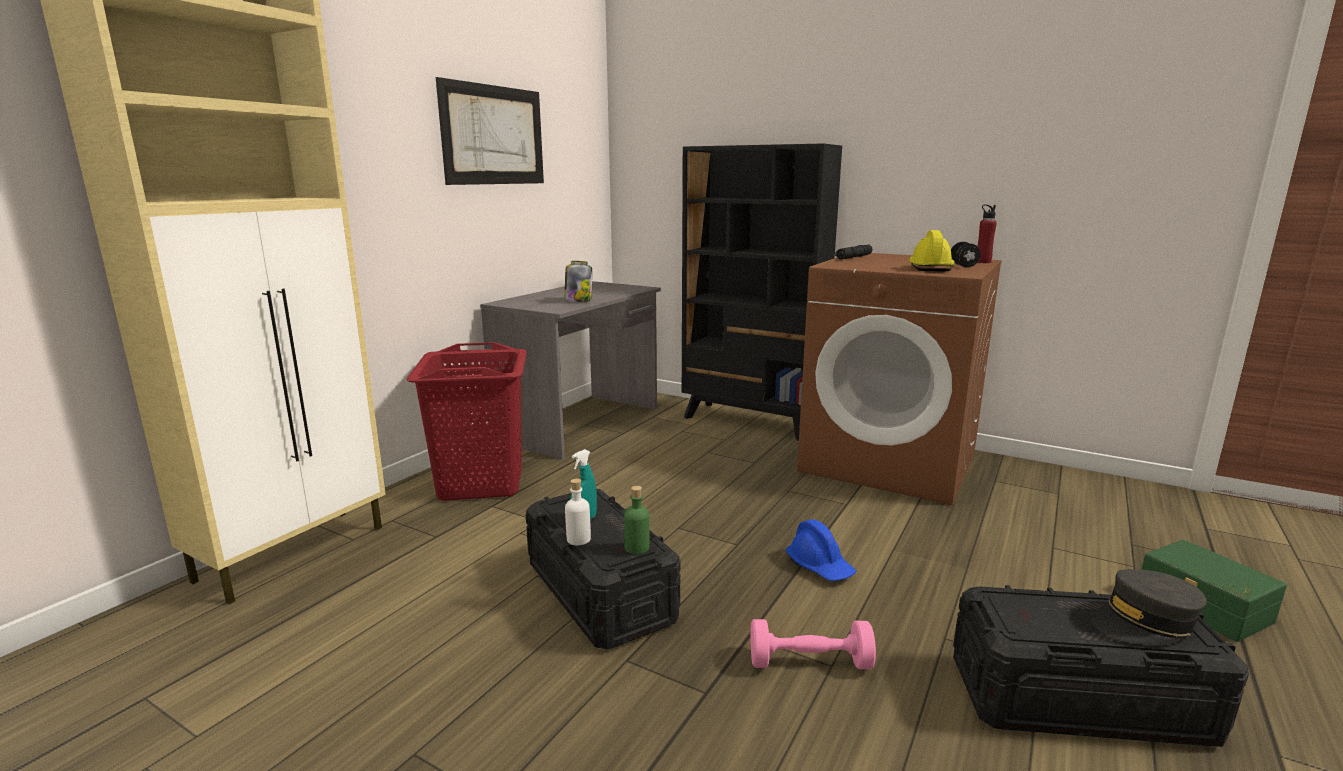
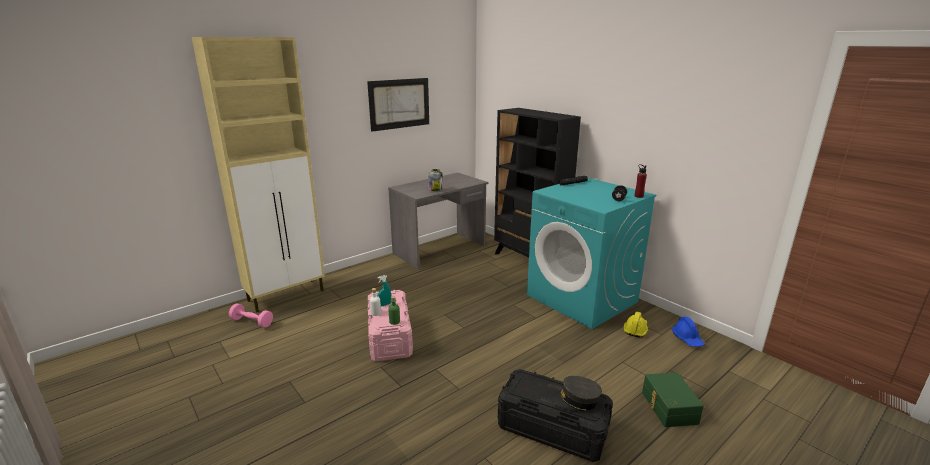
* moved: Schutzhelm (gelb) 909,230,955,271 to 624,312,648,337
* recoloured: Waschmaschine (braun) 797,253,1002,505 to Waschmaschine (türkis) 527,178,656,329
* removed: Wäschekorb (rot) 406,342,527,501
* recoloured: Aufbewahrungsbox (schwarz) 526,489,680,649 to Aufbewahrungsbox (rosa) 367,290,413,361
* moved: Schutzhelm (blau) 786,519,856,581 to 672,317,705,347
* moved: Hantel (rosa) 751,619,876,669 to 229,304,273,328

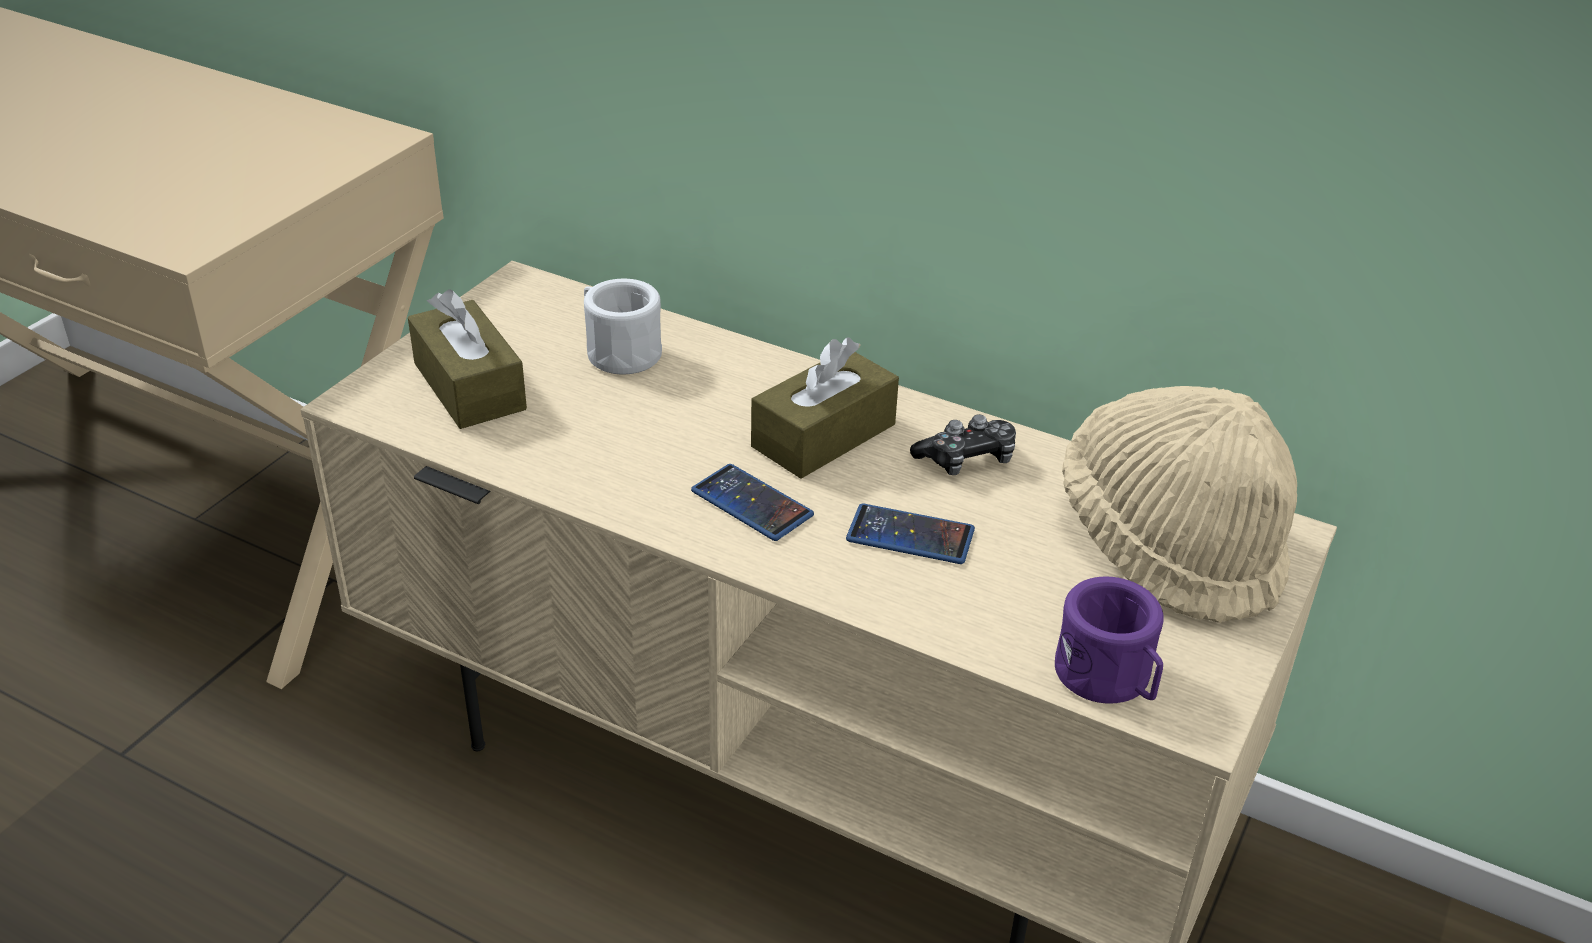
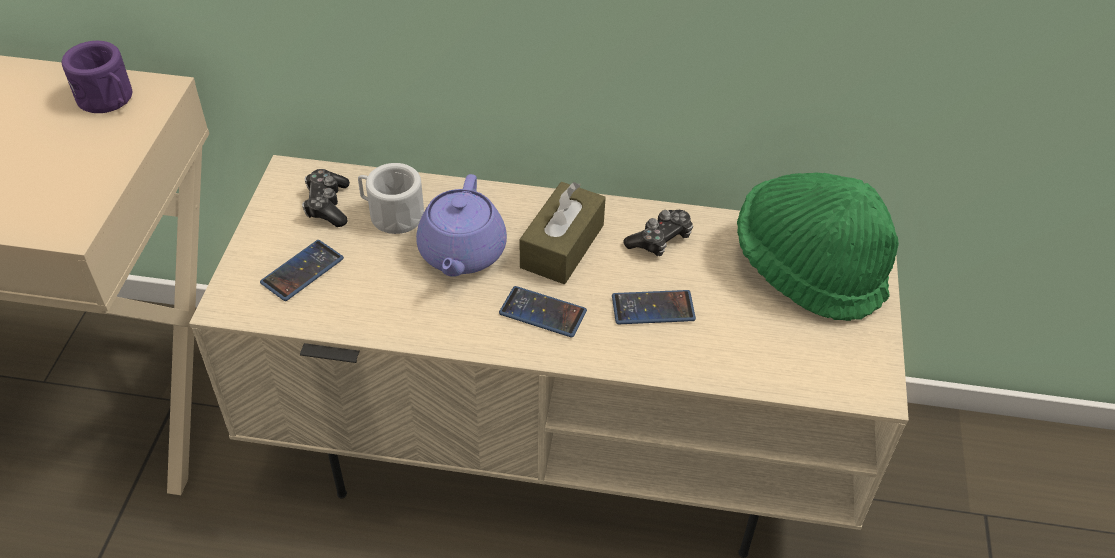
* replaced: Taschentuchbox (braun) 408,289,527,429 to Handy 260,240,344,301
* recoloured: Hut (beige) 1062,386,1297,623 to Hut (grün) 737,172,899,321
* moved: Henkelbecher (lila) 1055,577,1164,704 to 62,41,132,113
* added: Gamepad 302,169,350,227
* added: Teekanne (lila) 416,174,507,277

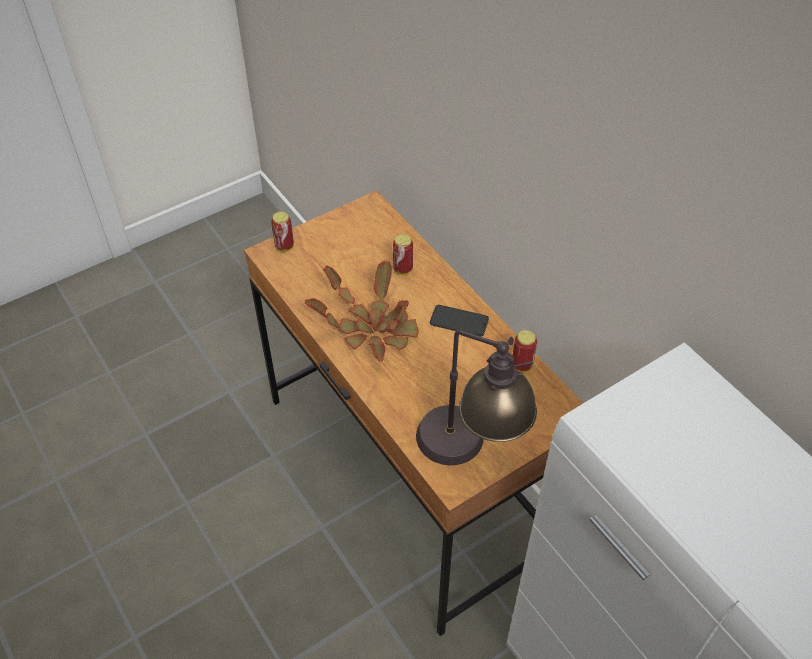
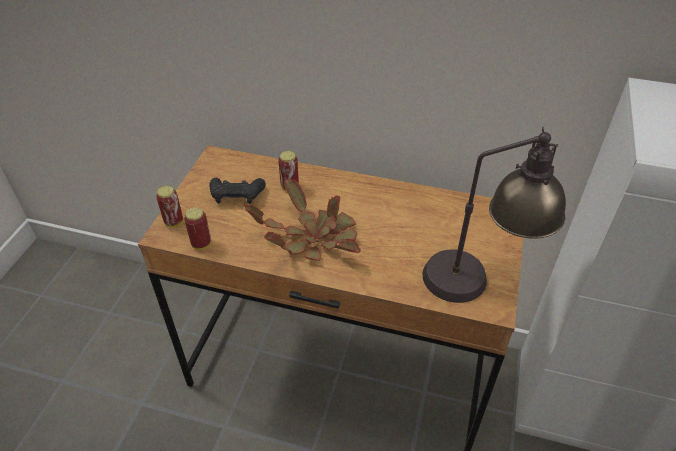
* removed: Handy 430,305,489,337
* moved: Dose 512,330,537,372 to 184,207,211,250
* added: Gamepad (schwarz) 209,177,266,204

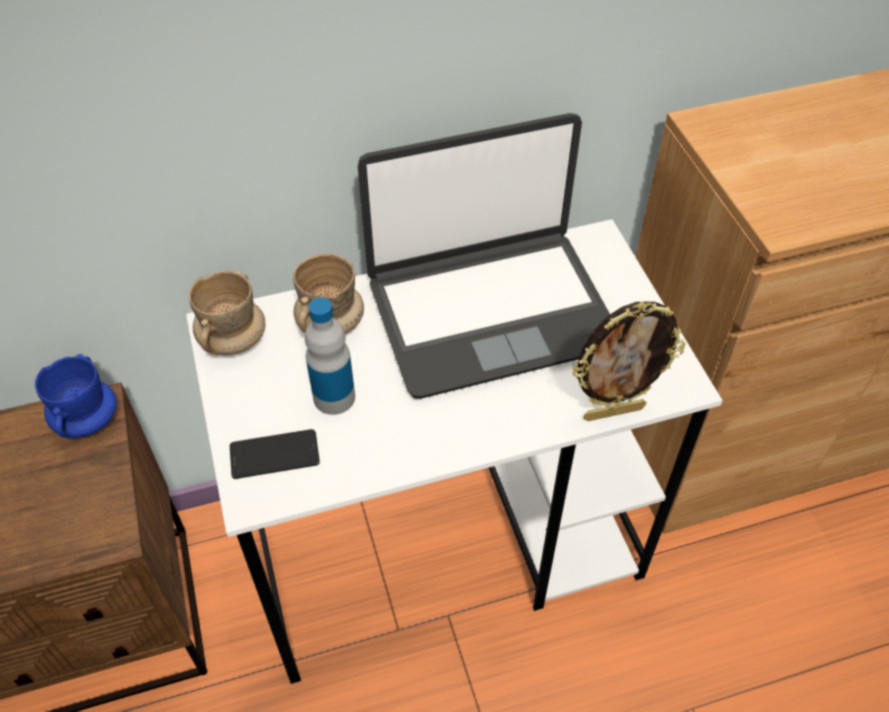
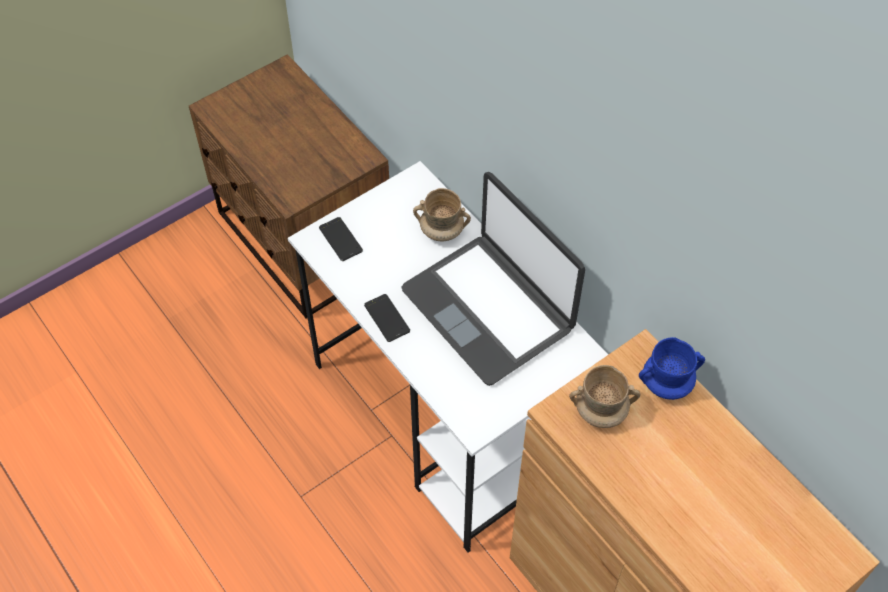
* moved: Henkelbecher (beige) 189,270,265,355 to 569,365,640,428
* removed: Flasche 305,297,355,415
* removed: Bilderrahmen 572,301,686,421
* moved: Henkelbecher (blau) 35,354,117,439 to 639,337,705,400
* added: Handy 364,294,410,342

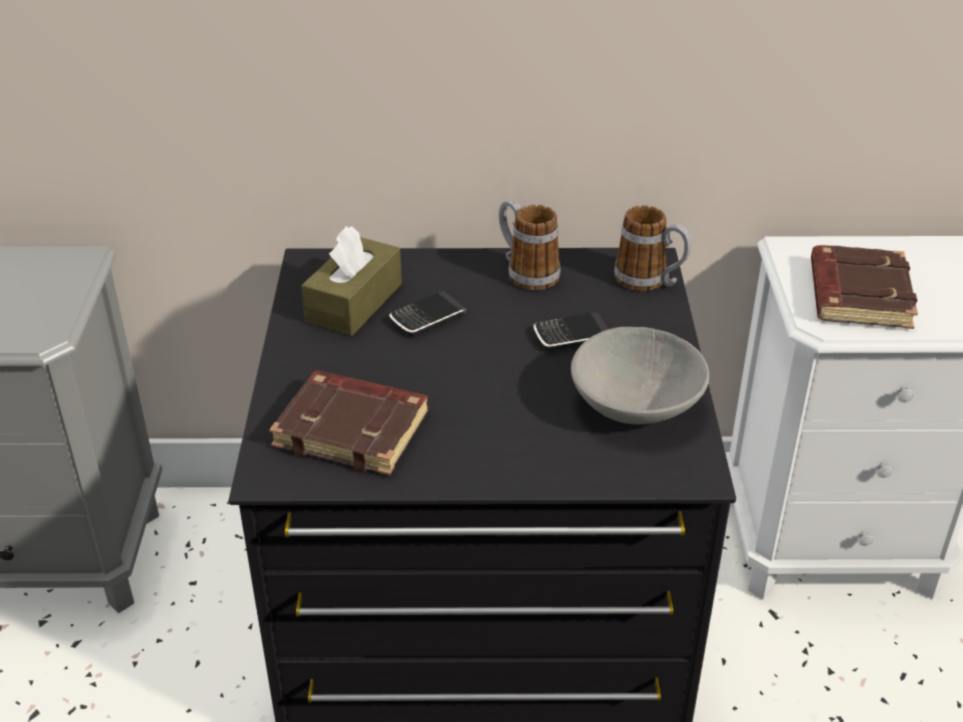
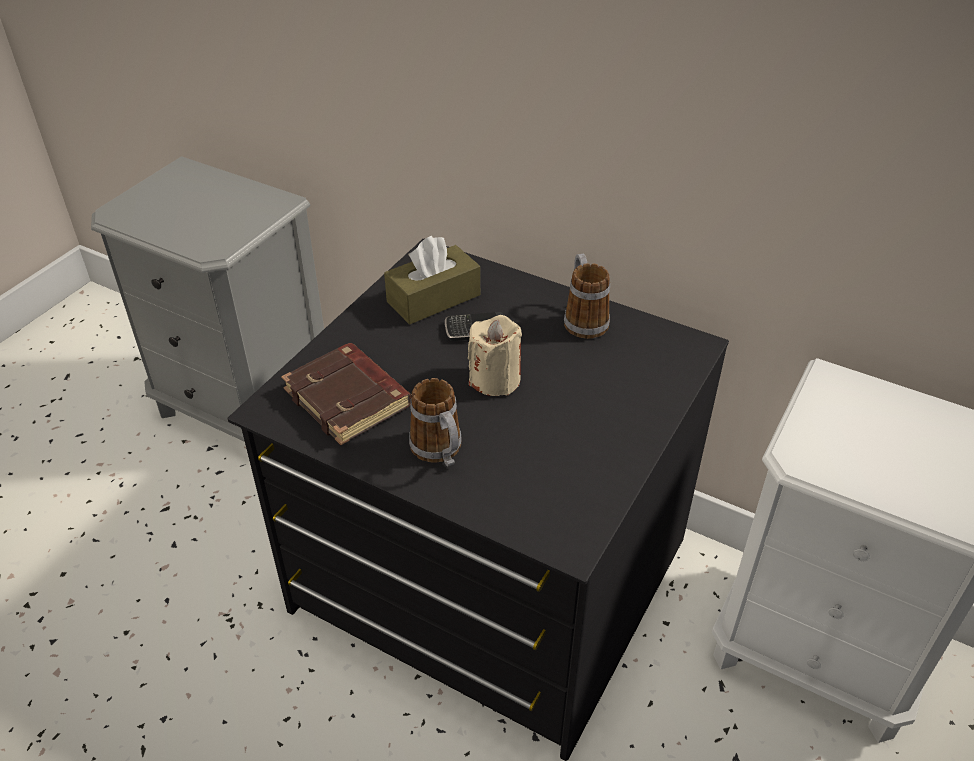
* moved: Henkelbecher 614,205,691,291 to 409,378,462,467
* removed: Buch (braun) 811,245,918,329
* removed: Handy 534,312,608,351
* removed: Schüssel (grau) 571,327,709,424
* added: Kerze (beige) 468,315,522,396

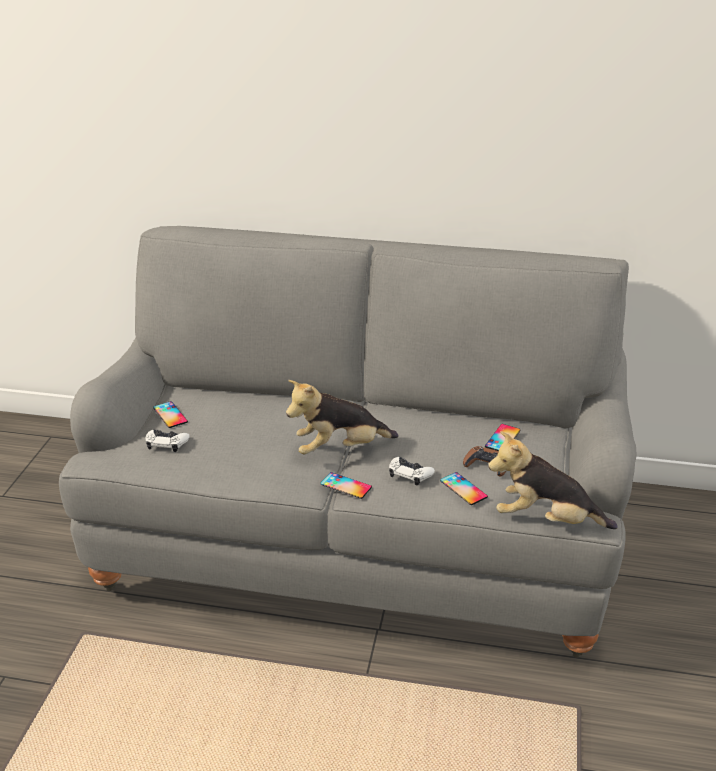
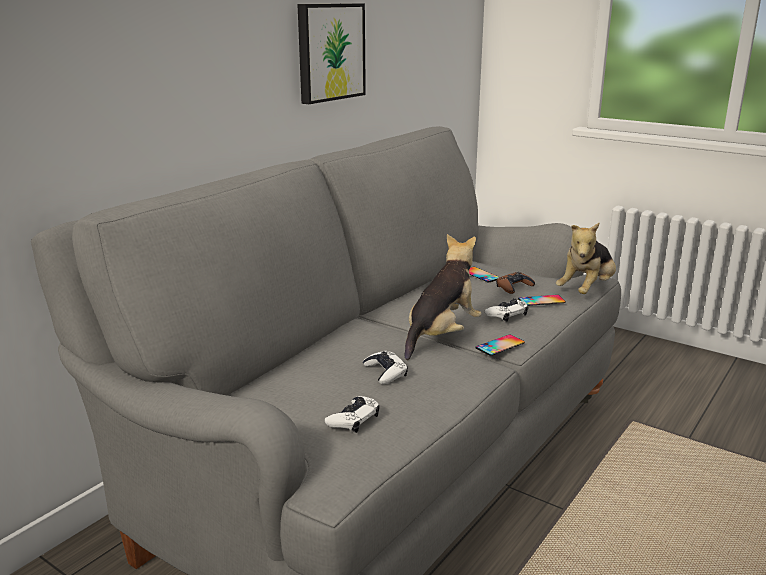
* turned: Plüschtier 286,380,399,455 = 404,234,482,360 150 degrees counterclockwise
* removed: Handy 153,401,188,428
* added: Bild 297,3,366,104
* added: Gamepad (weiß) 363,351,408,384

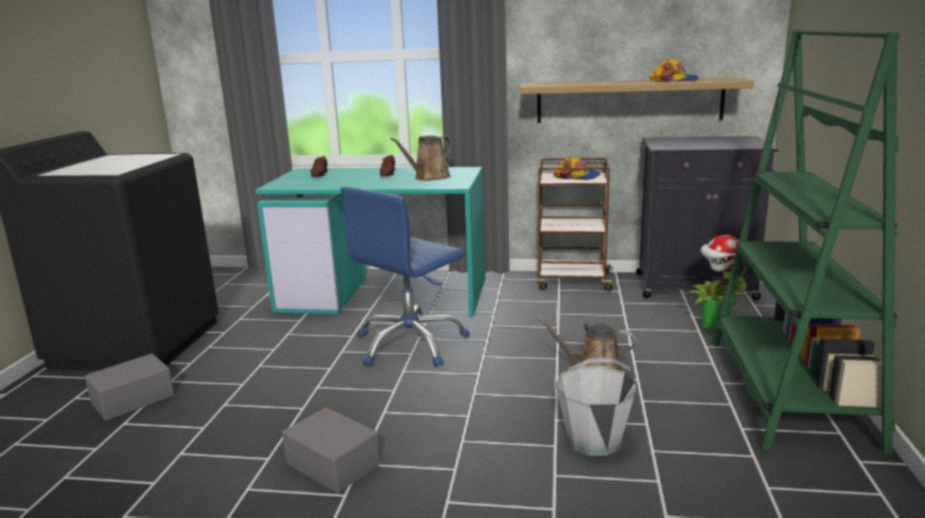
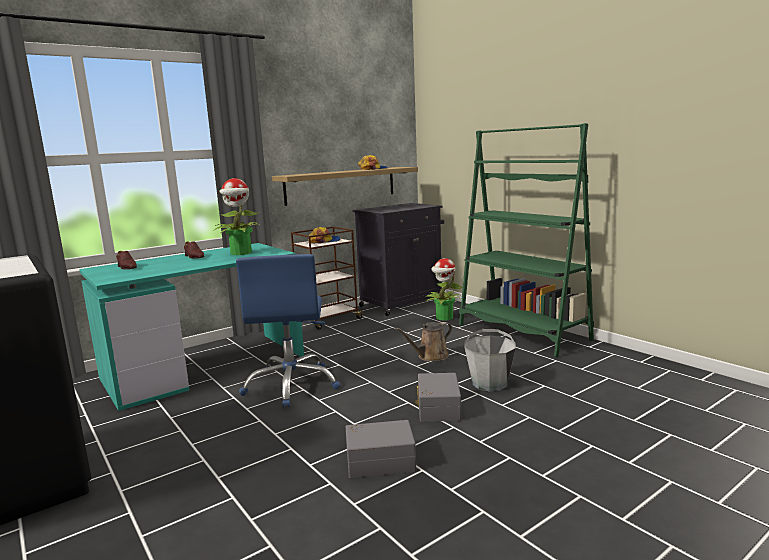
* replaced: Gießkanne (braun) 391,136,451,181 to Topfpflanze 214,178,261,255
* moved: Aufbewahrungsbox (grau) 85,354,175,420 to 415,373,461,422

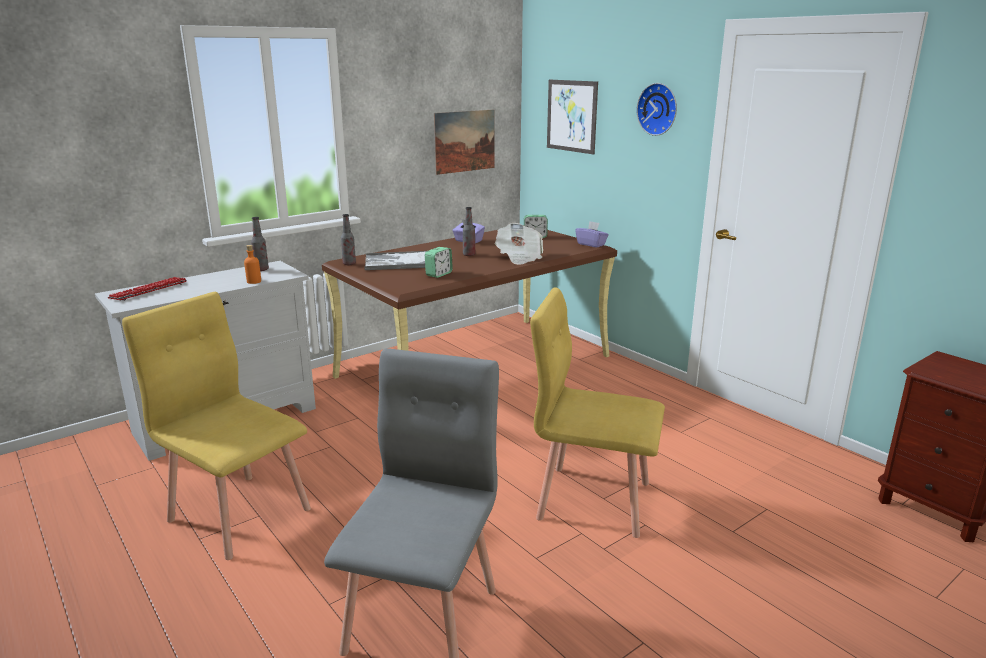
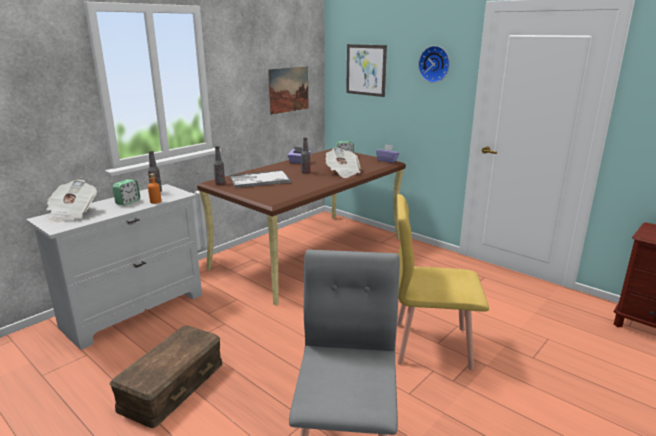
* moved: Wecker 425,247,453,278 to 112,179,140,205
* replaced: Tastatur 107,277,187,301 to Zeitung 46,180,97,223
* replaced: Stuhl (gelb) 122,292,311,560 to Aufbewahrungsbox (braun) 109,326,223,428

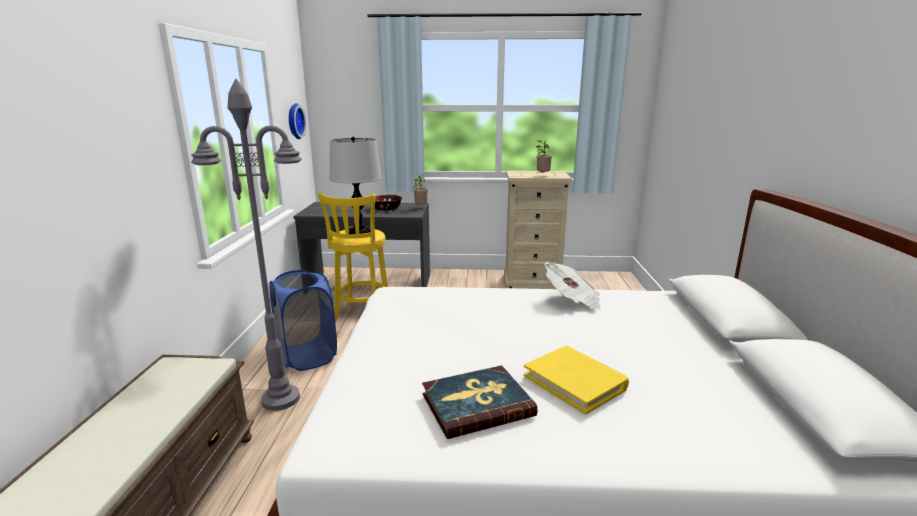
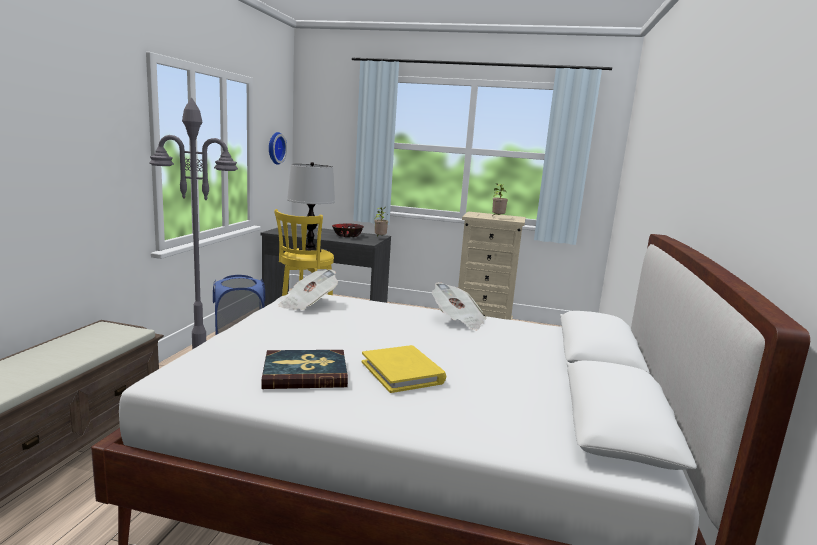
* added: Zeitung 278,269,338,310

